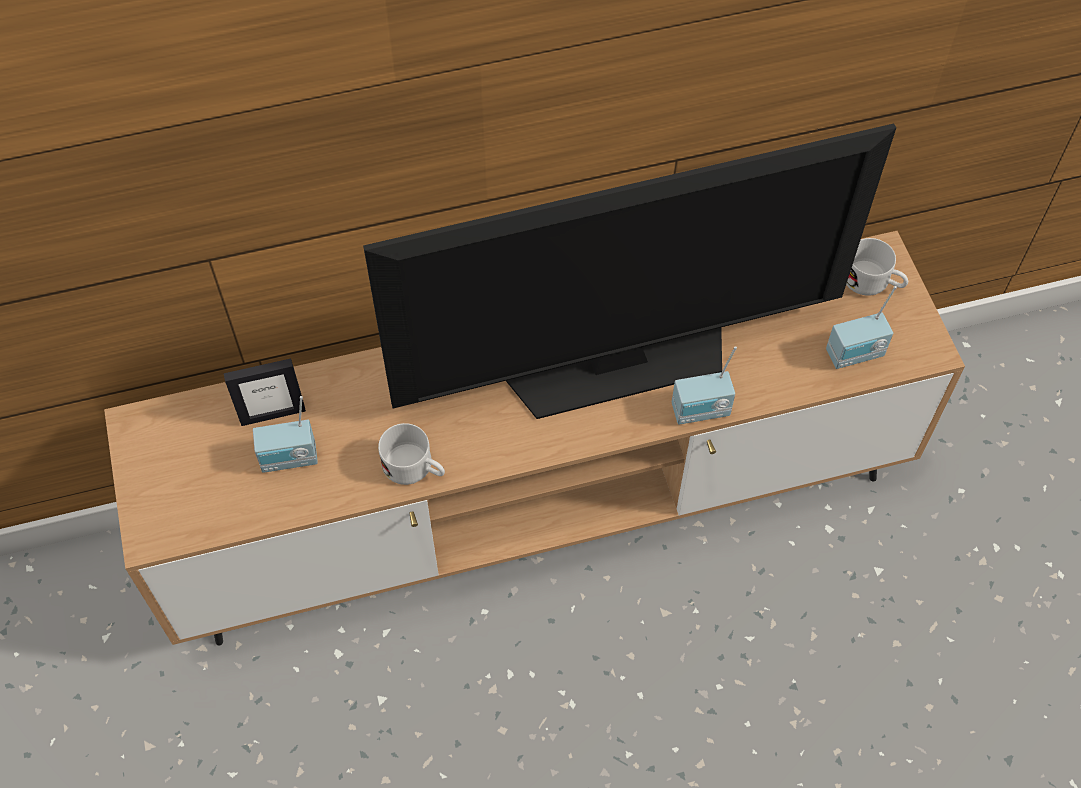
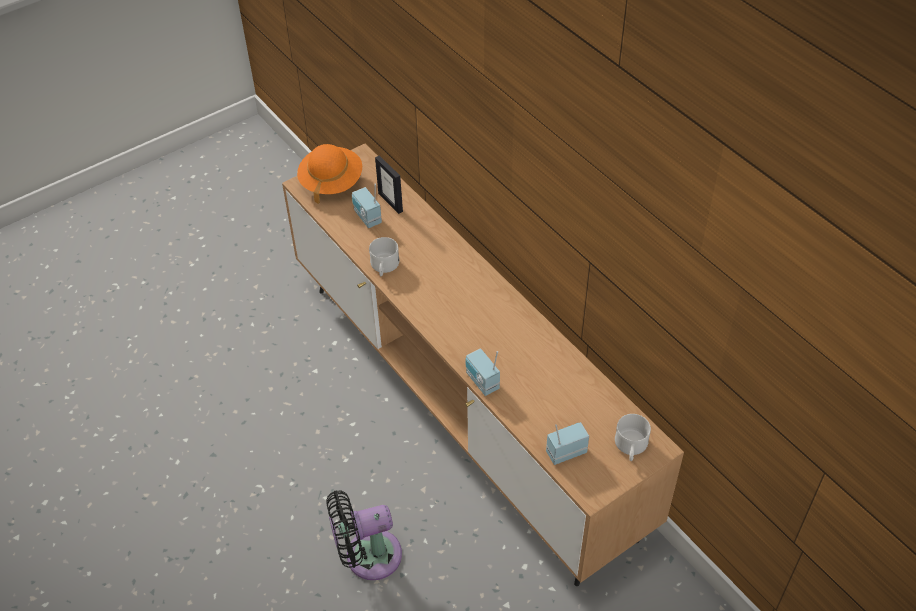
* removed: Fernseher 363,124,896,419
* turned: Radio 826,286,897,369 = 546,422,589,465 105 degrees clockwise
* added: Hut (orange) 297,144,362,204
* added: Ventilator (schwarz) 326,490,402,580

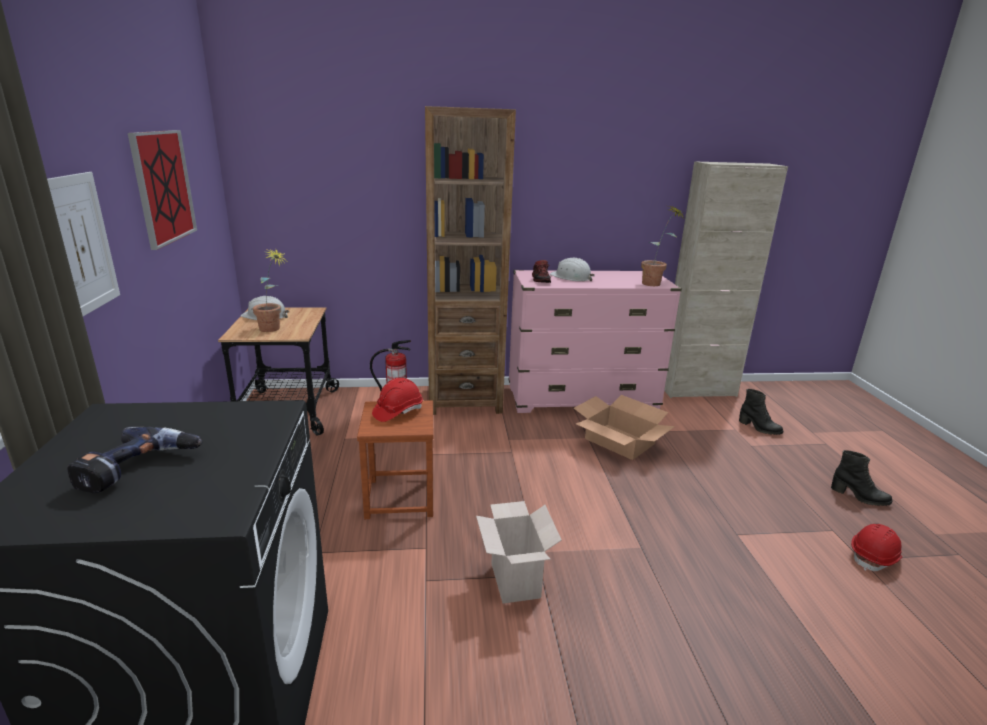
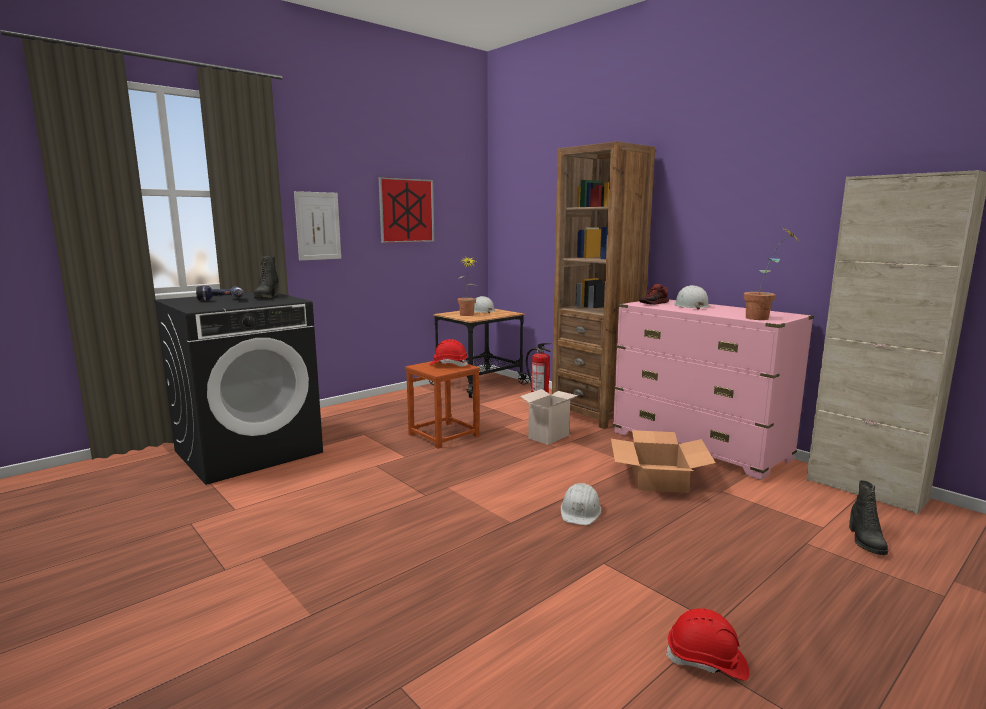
* moved: Stiefel (schwarz) 831,450,893,506 to 253,256,279,299
* moved: Karton 476,501,562,603 to 520,389,578,445
* added: Schutzhelm (weiß) 561,483,602,525

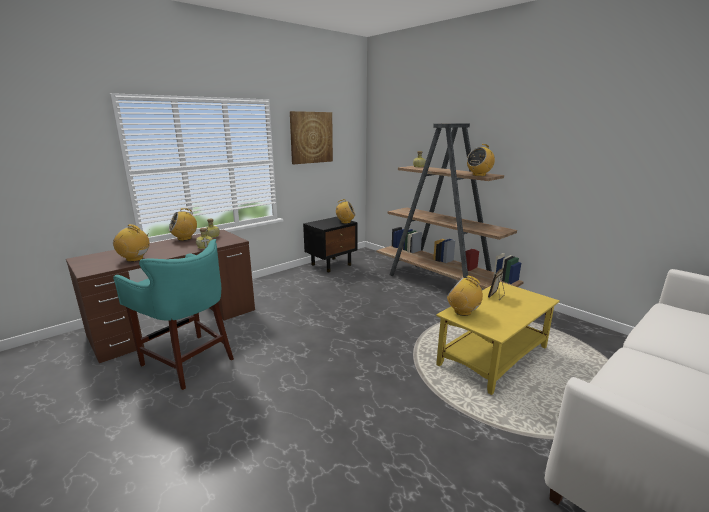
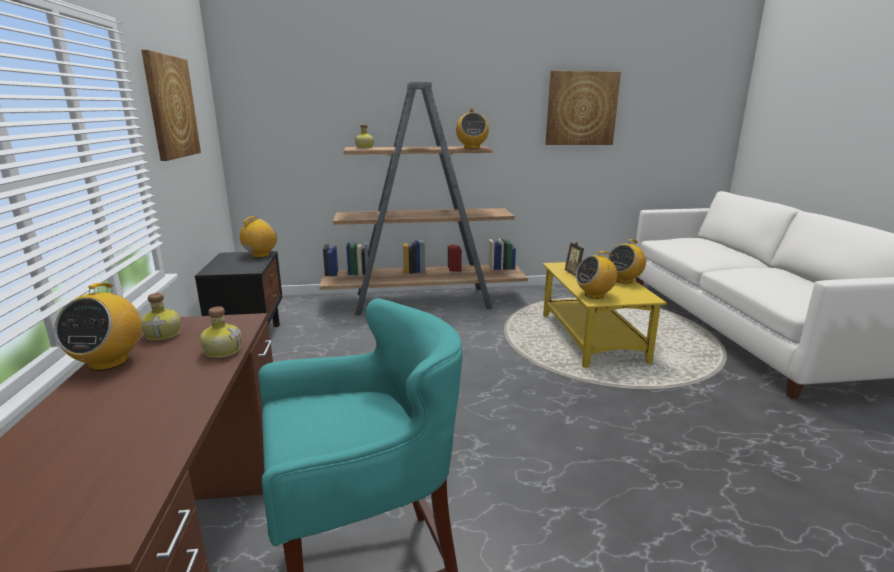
* moved: Radio 113,224,150,262 to 608,239,646,284
* added: Bild 545,71,621,145

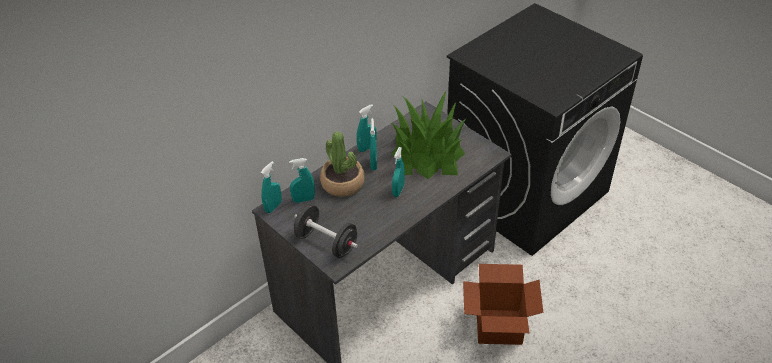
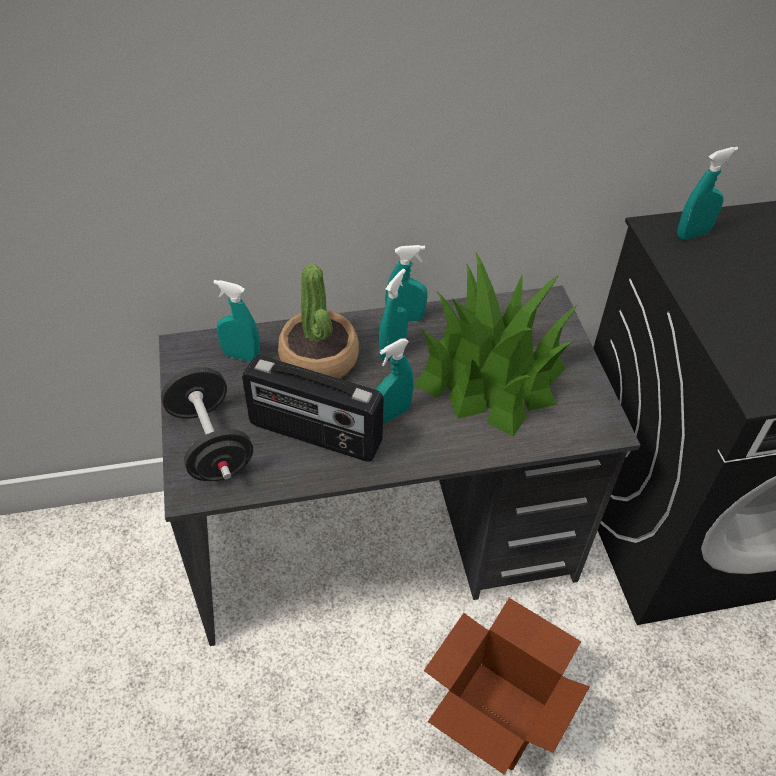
* moved: Sprühflasche (türkis) 261,161,282,213 to 677,147,738,240
* added: Radio 242,355,383,462

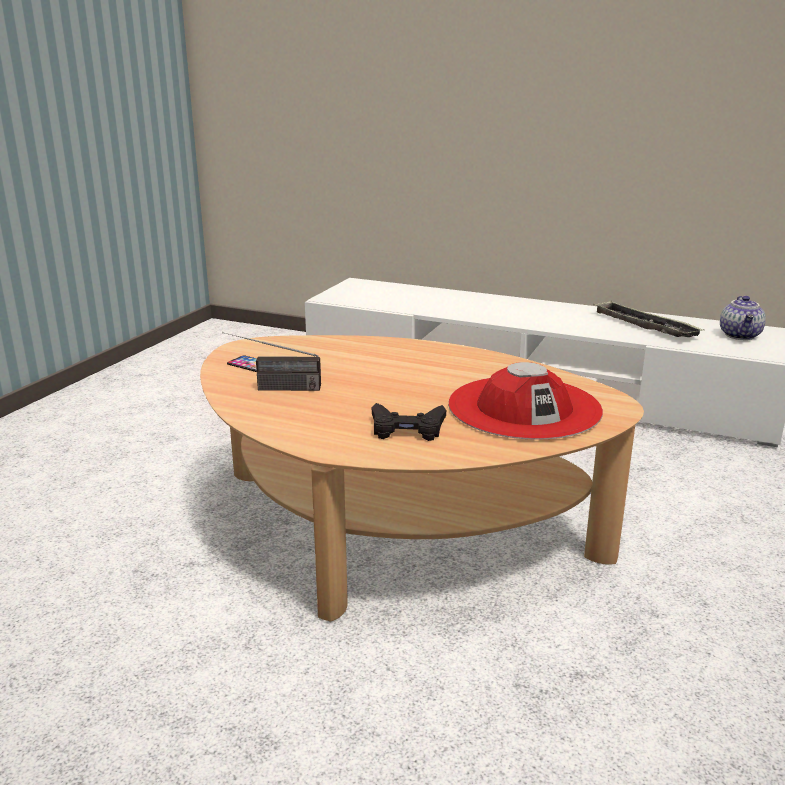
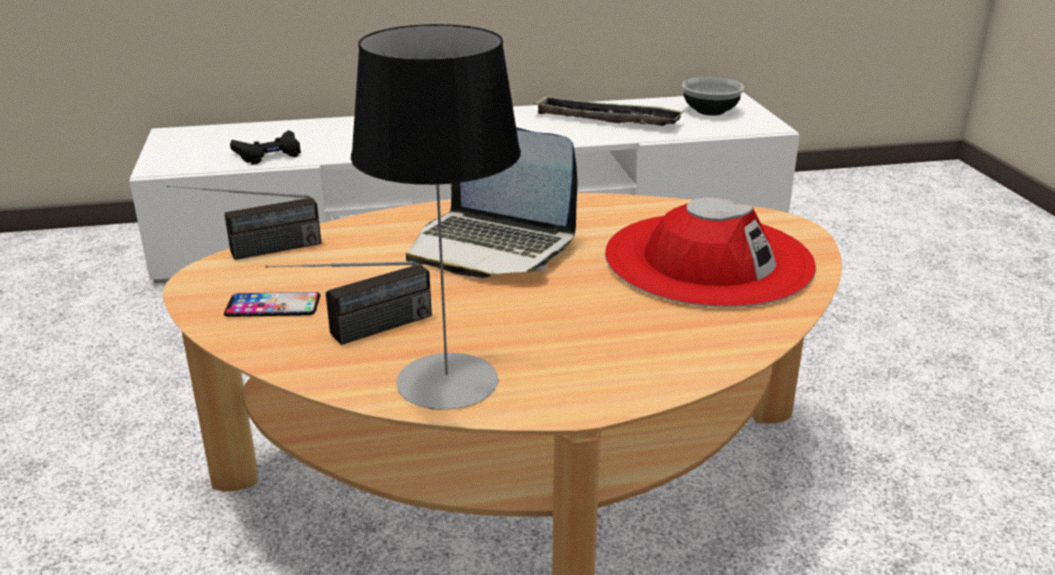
* replaced: Teekanne 720,296,766,340 to Schüssel 682,77,744,116
* moved: Gamepad (schwarz) 372,403,446,441 to 230,130,301,164
* added: Tischlampe 351,24,521,410
* added: Laptop 406,127,578,278
* added: Radio 167,185,321,260

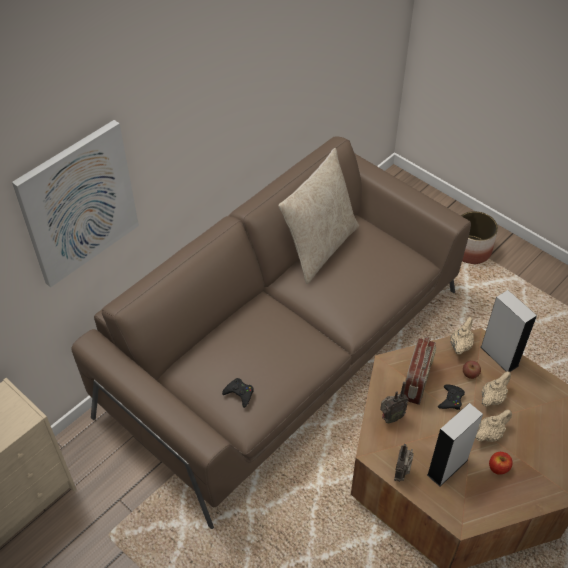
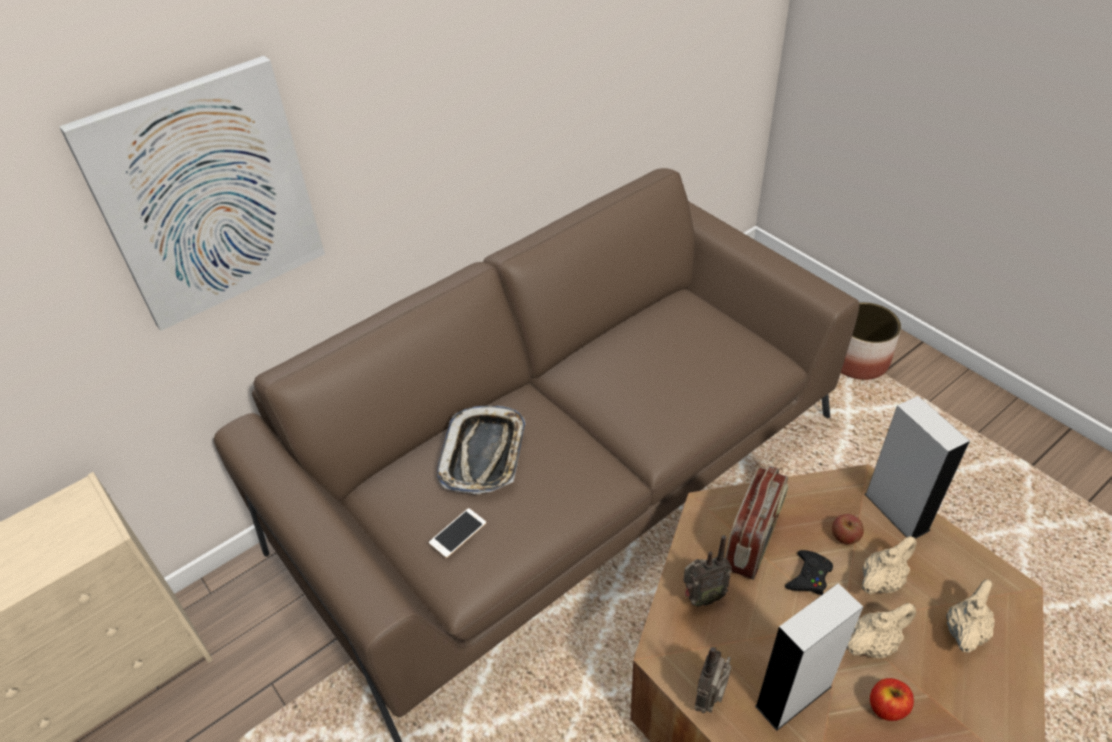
* removed: Kissen (beige) 278,148,359,284
* moved: Teekanne (beige) 451,317,474,354 to 946,579,995,653
* replaced: Gamepad (schwarz) 222,378,253,408 to Handy 429,508,486,558
* added: Tablett 437,406,526,494

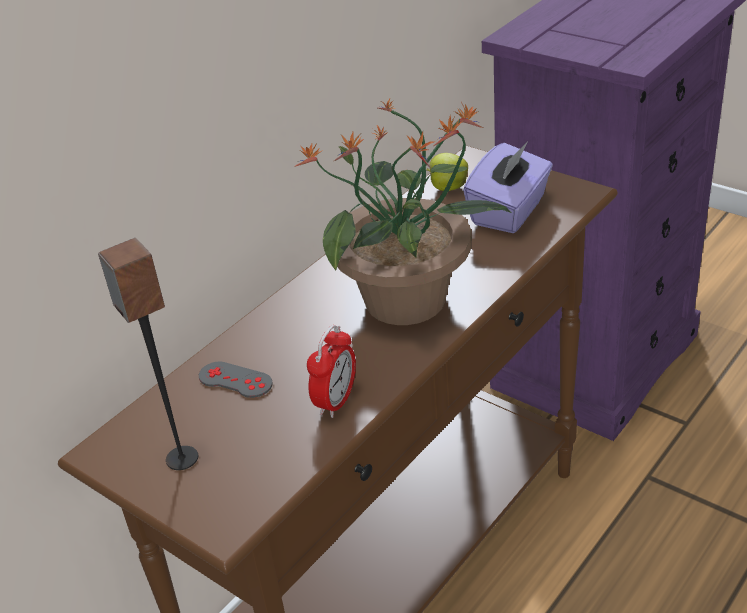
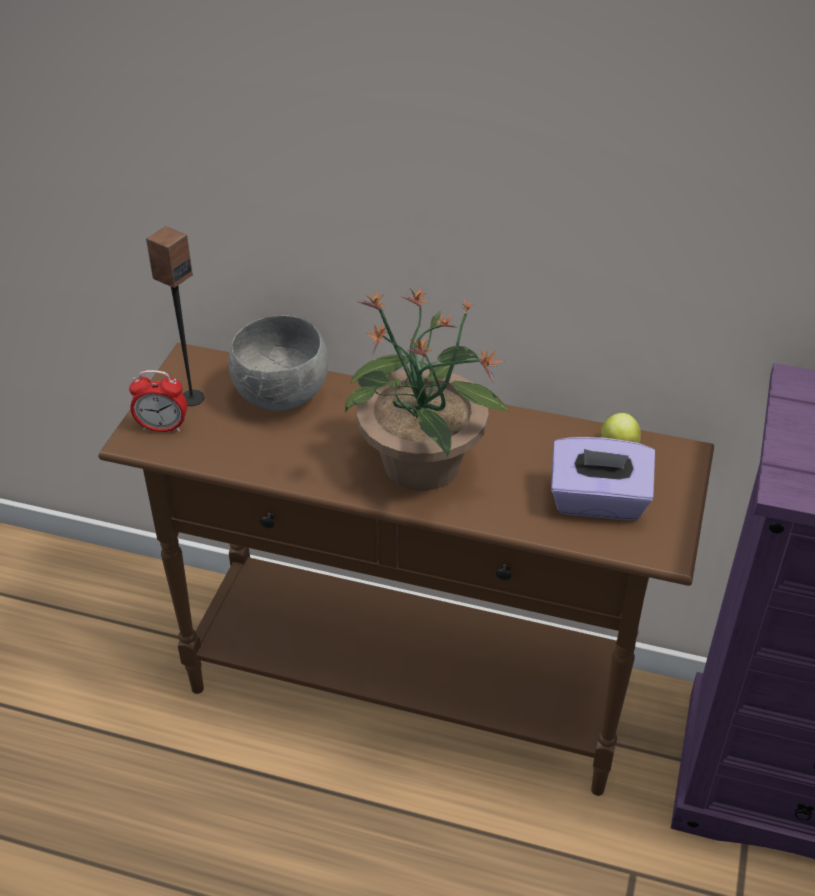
* moved: Wecker 307,325,356,418 to 129,370,187,432
* replaced: Gamepad (grau) 199,362,273,398 to Schüssel (grau) 228,315,328,411

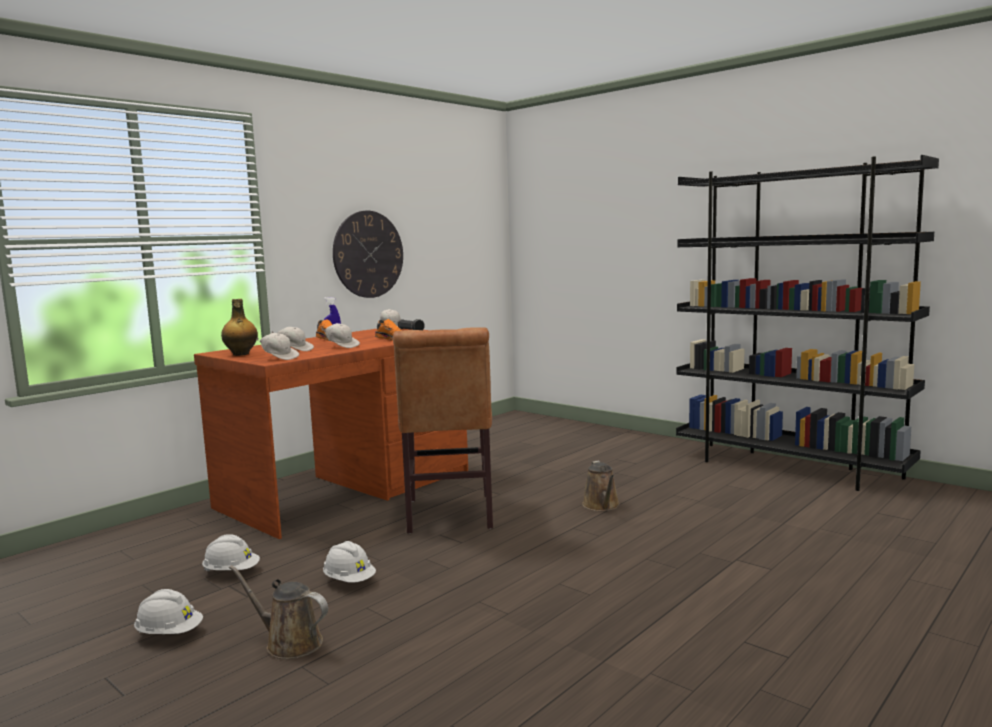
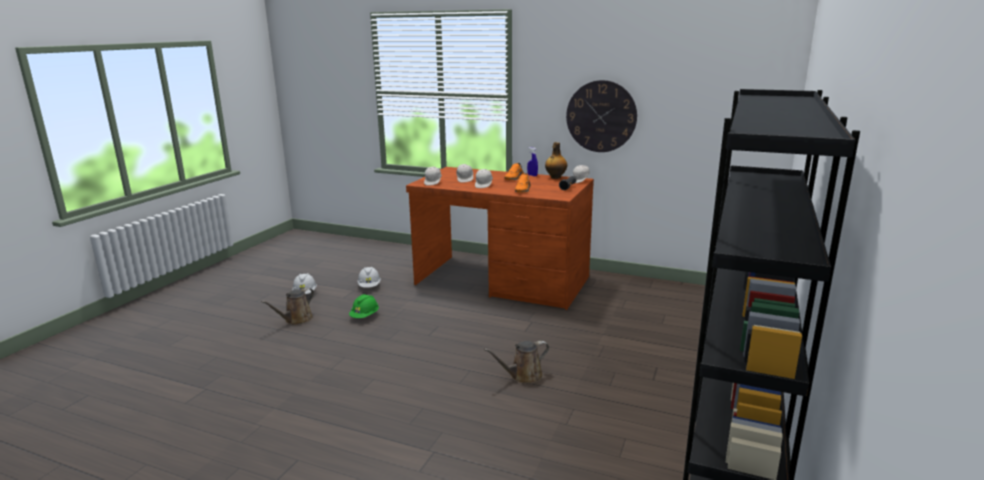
* moved: Flasche 221,299,258,356 to 545,142,567,179
* removed: Stuhl (braun) 393,327,493,533
* recoloured: Schutzhelm (weiß) 323,541,376,583 to Schutzhelm (grün) 349,294,379,318
* turned: Gießkanne (braun) 229,565,328,659 = 261,288,314,325 150 degrees counterclockwise

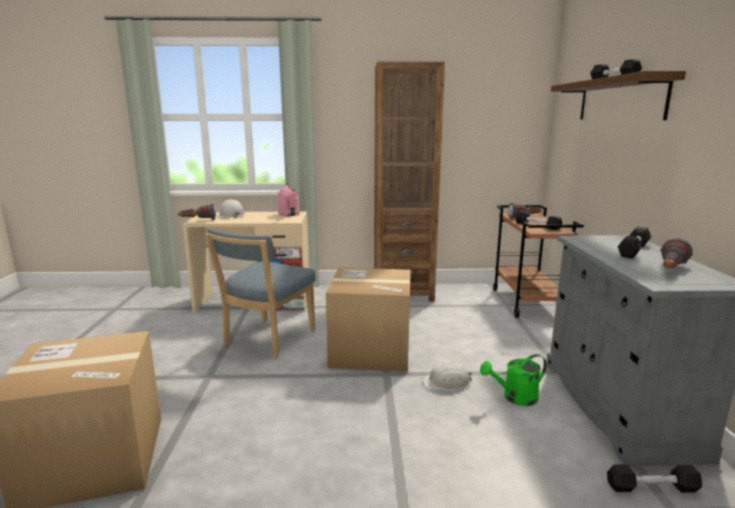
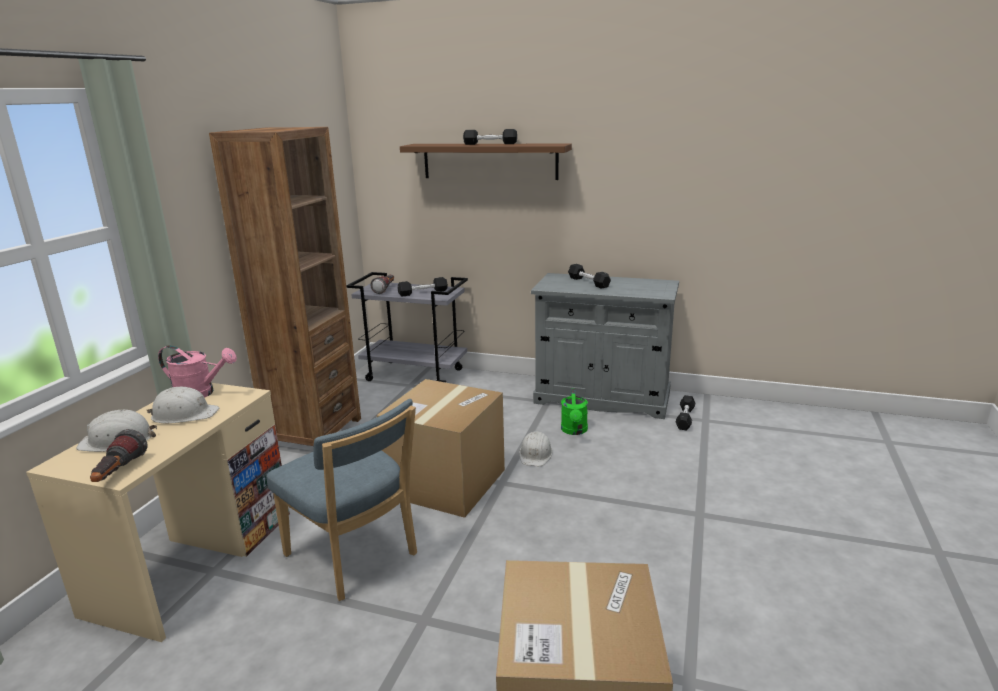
* recoloured: Rollwagen (braun) 493,205,584,318 to Rollwagen (grau) 346,272,468,382
* removed: Taschenlampe 660,238,693,268
* added: Schutzhelm (weiß) 147,387,219,423

